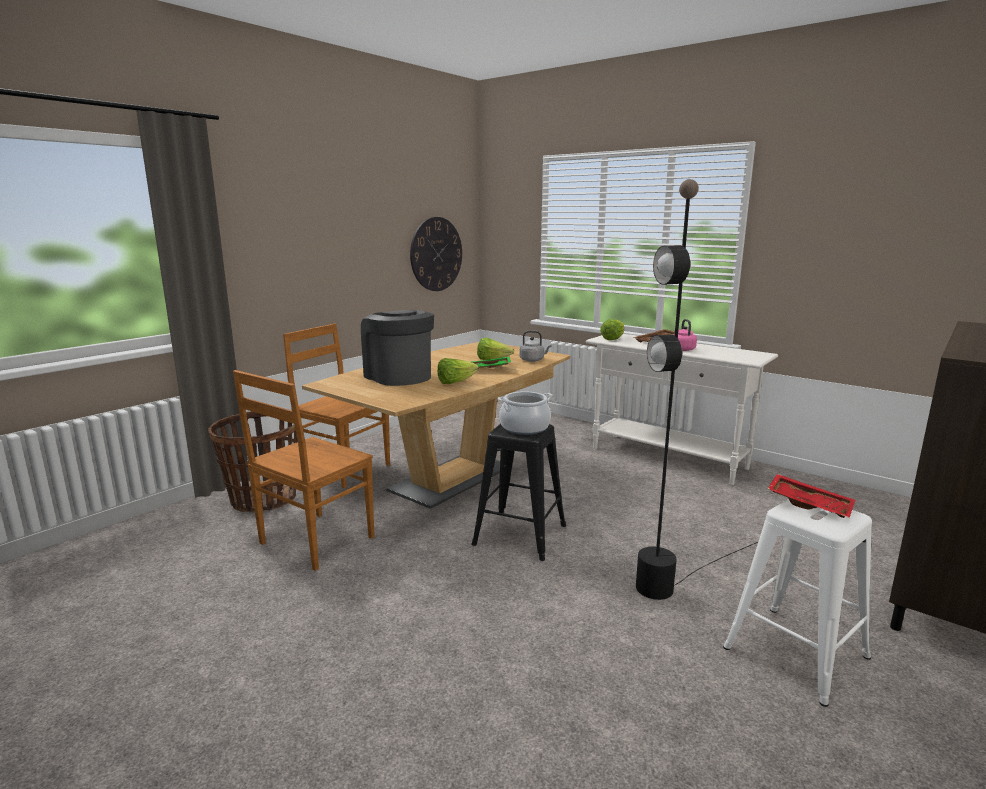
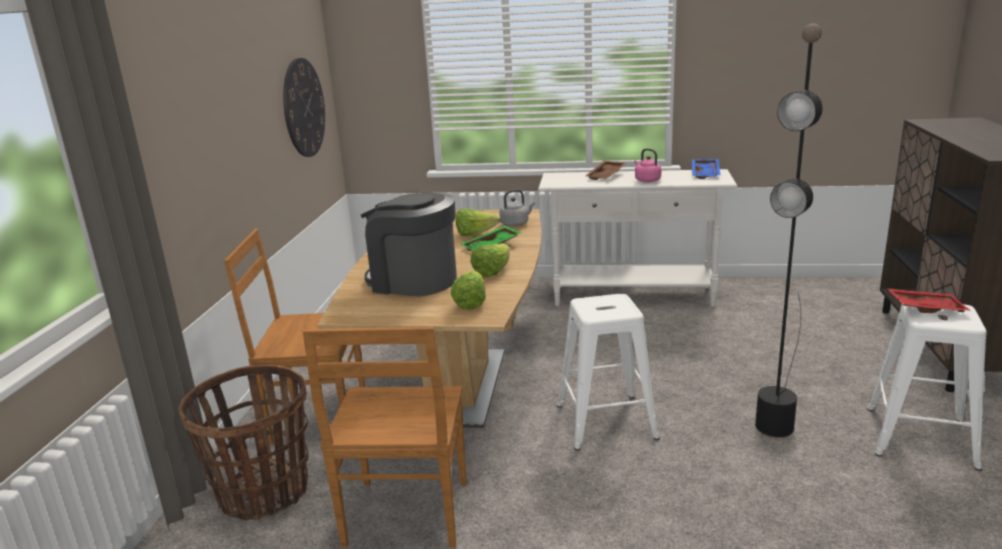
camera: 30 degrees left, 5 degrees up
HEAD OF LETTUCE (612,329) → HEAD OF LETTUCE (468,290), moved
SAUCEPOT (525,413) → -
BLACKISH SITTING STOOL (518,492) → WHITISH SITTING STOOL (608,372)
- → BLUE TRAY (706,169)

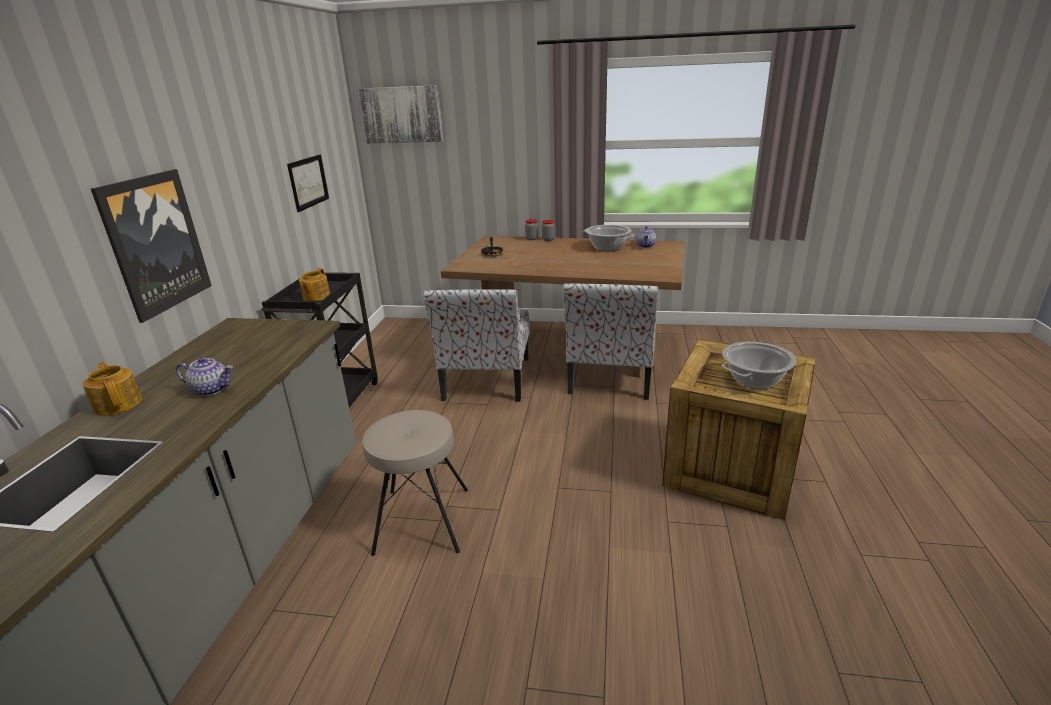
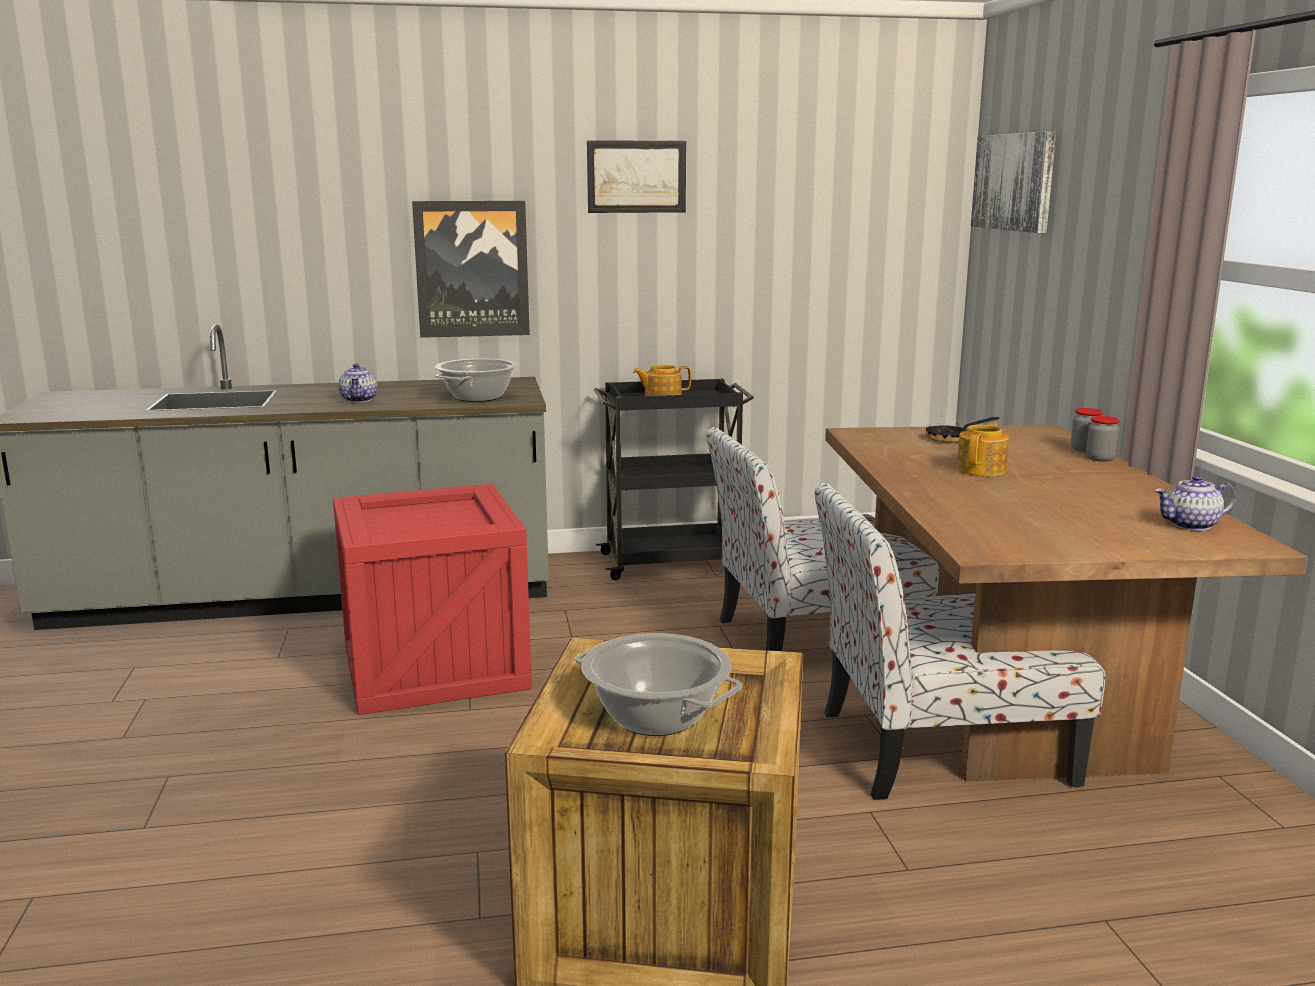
camera: 70 degrees right, 10 degrees down
WALL ART (308,183) → WALL ART (636,176), moved
SAUCEPOT (608,238) → SAUCEPOT (476,380), moved
TEA POT (112,389) → TEA POT (982,449), moved
BEIGE-COLOURED SITTING STOOL (415,483) → SHIPPING CRATE (432,599)

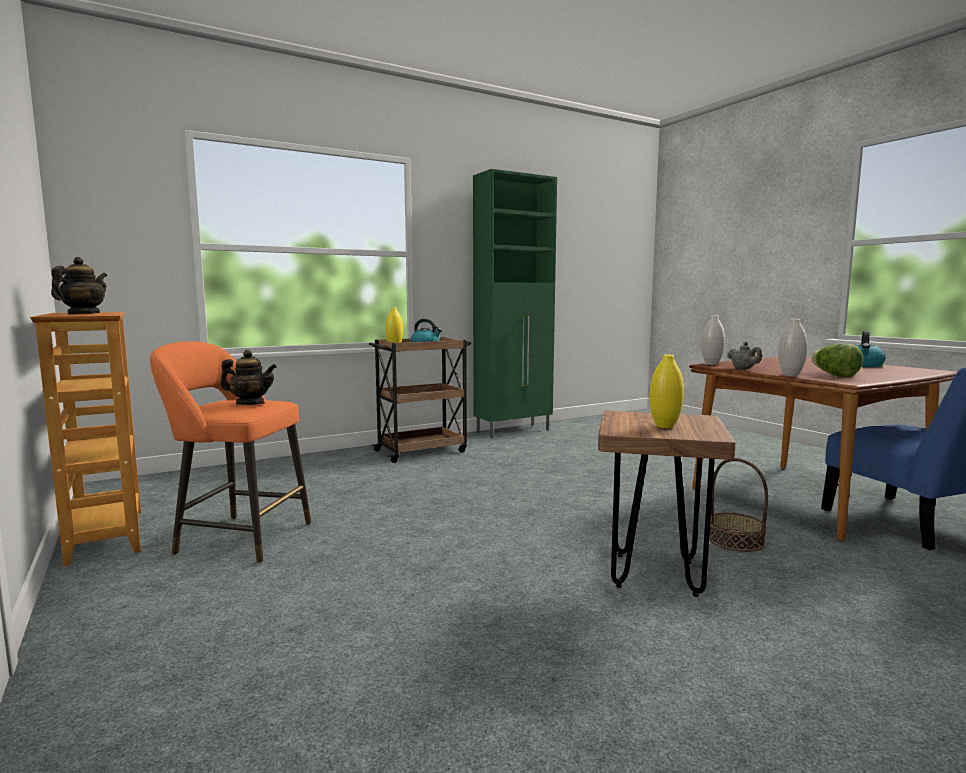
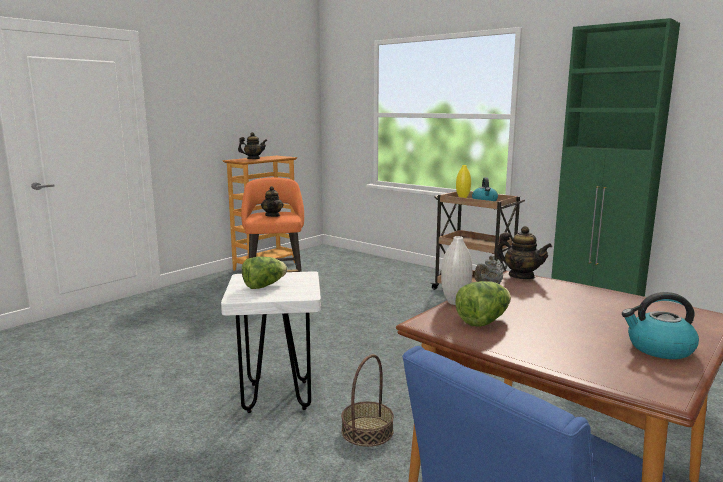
camera: 70 degrees right, 5 degrees up
WHITISH DECORATIVE VASE (713,340) → TEA POT (524,252)
YELLOW-COLOURED DECORATIVE VASE (666,391) → HEAD OF LETTUCE (264,272)
BROWNISH SITTING STOOL (667,504) → WHITISH SITTING STOOL (271,342)

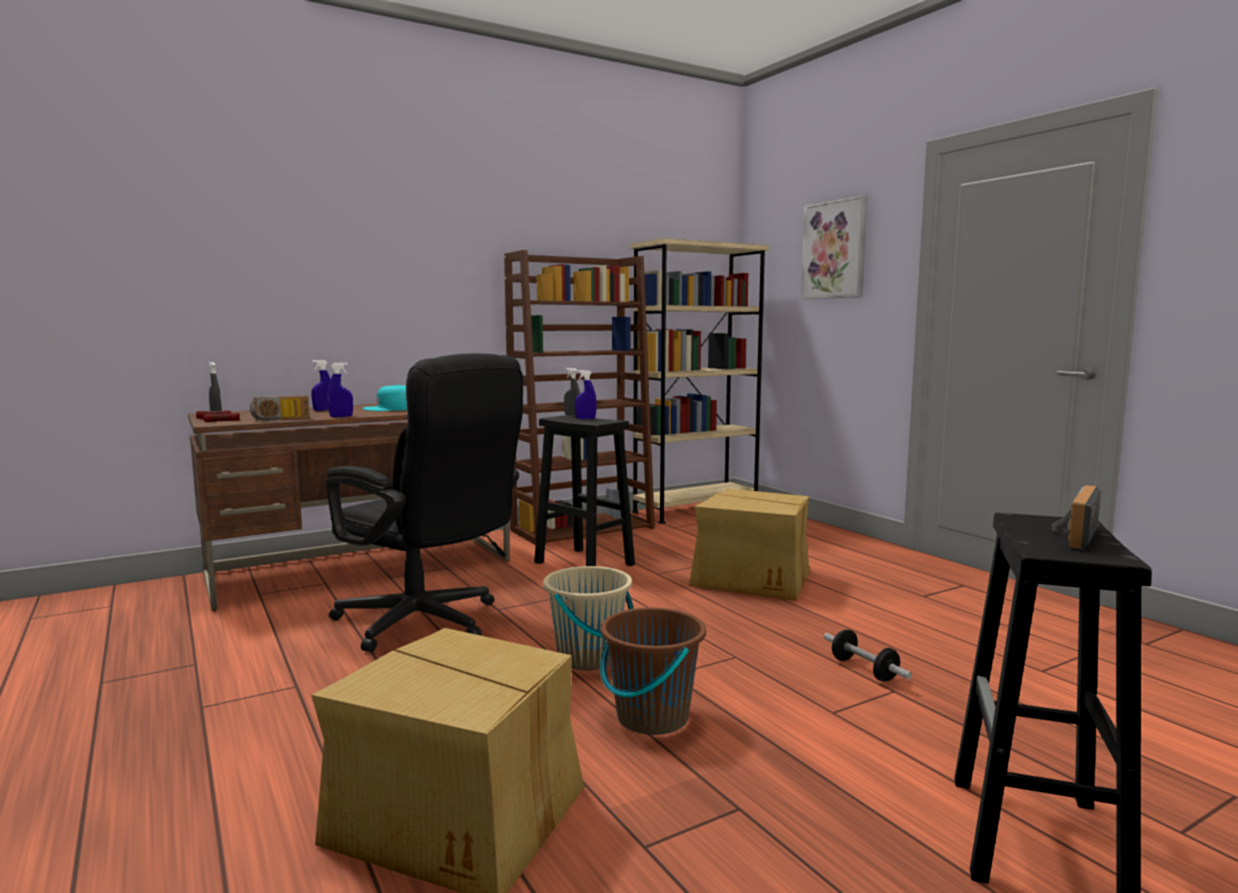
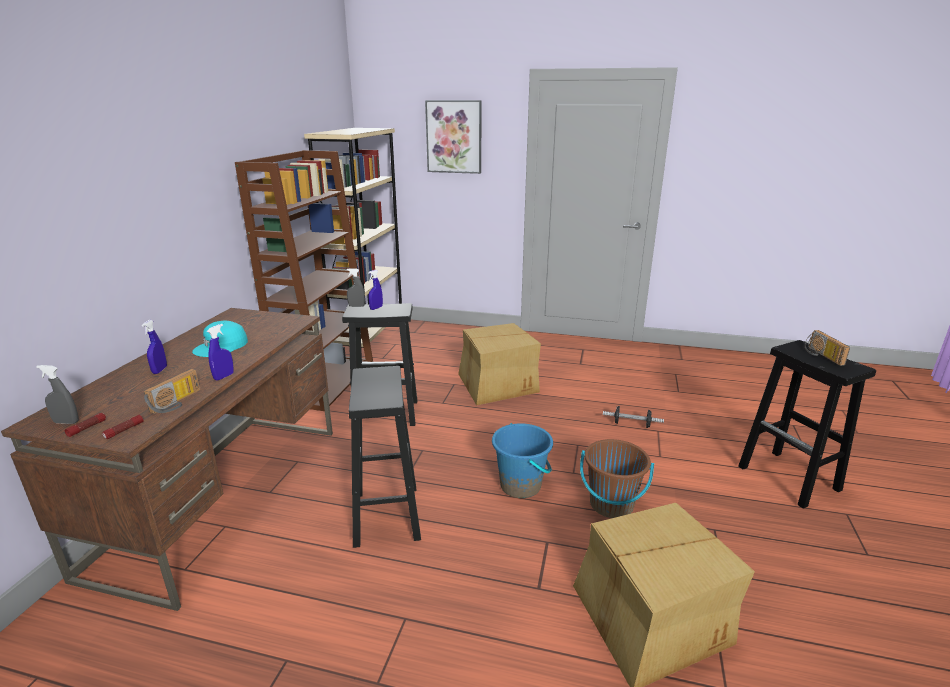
camera: 45 degrees left, 15 degrees up
BLACKISH OFFICE CHAIR (424,502) → BLACKISH SITTING STOOL (385,457)
BEIGE-COLOURED WATER BUCKET (588,618) → BLUE WATER BUCKET (522,460)

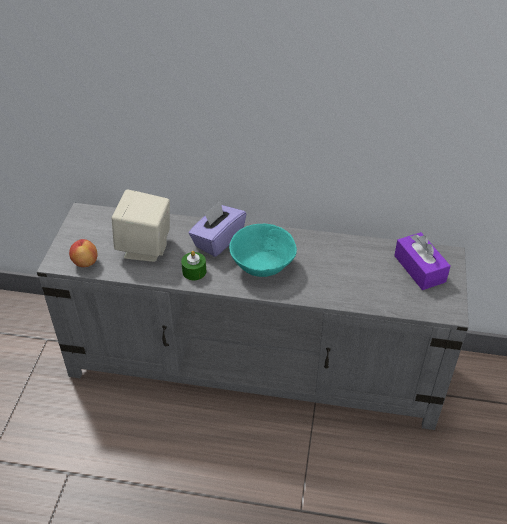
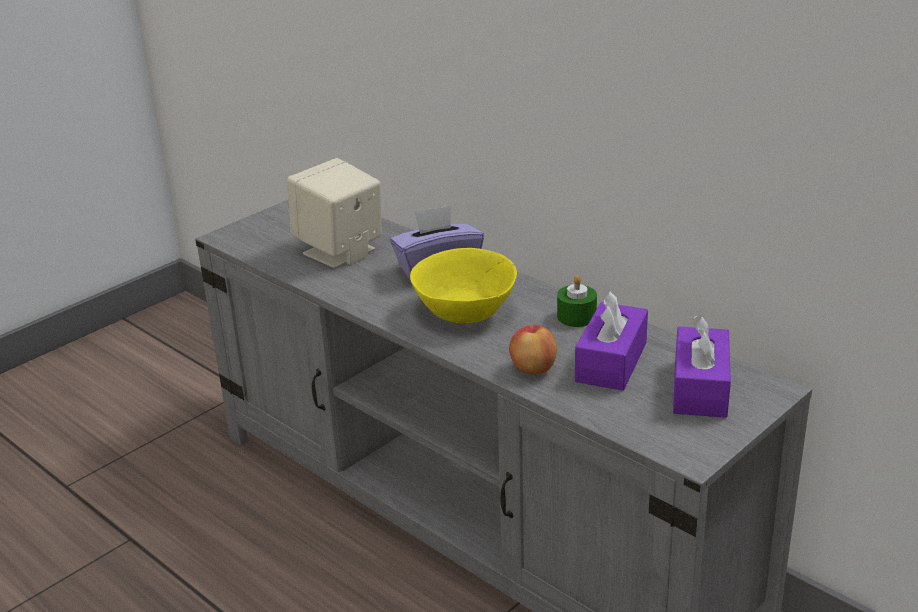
camera: 35 degrees right, 15 degrees down
TURQUOISE DEEP DISH (263,250) → YELLOW-COLOURED DEEP DISH (463,285)
WHOLE APPLE (83,253) → WHOLE APPLE (533,350), moved
GREENISH WAX CANDLE (193,265) → GREENISH WAX CANDLE (577,301), moved
- → PURPLE-COLOURED BOX OF TISSUES (611,341)

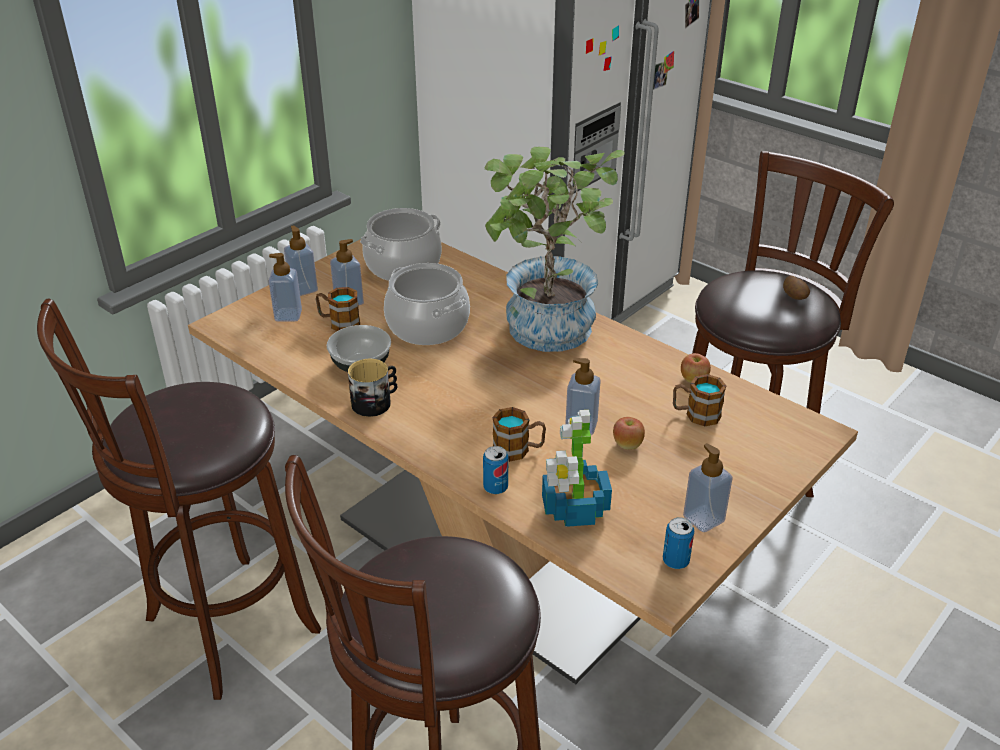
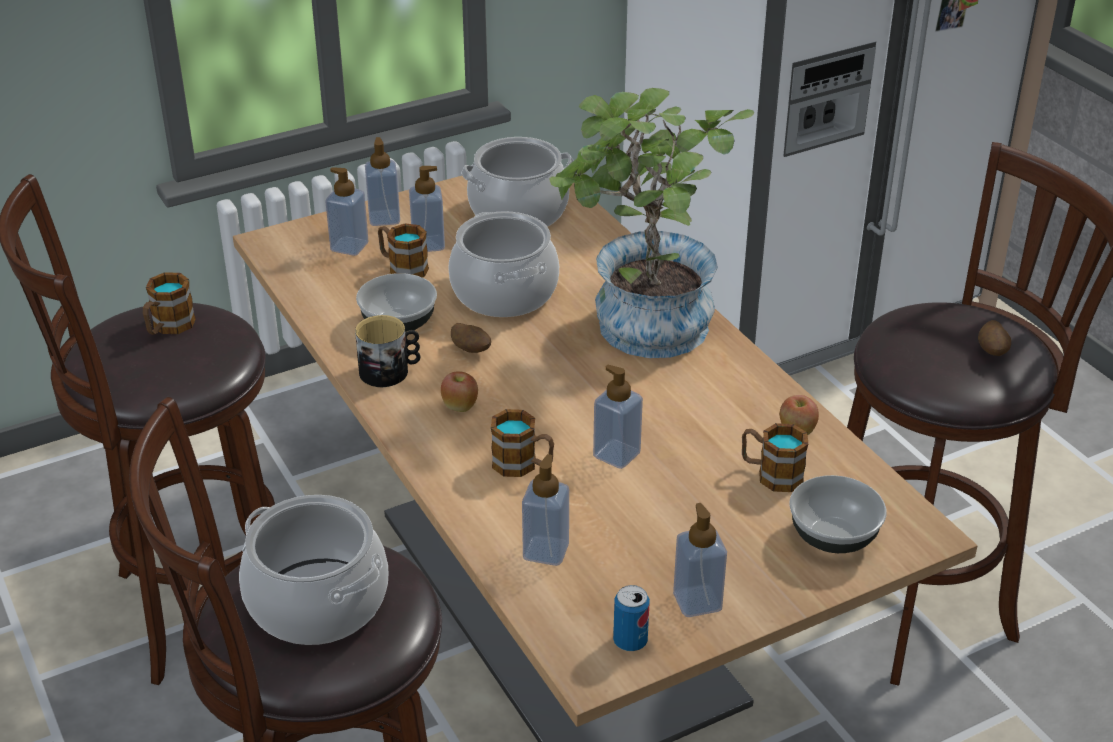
camera: 20 degrees right, 0 degrees up
PLANT IN A POT (577,468) → SOAP BOTTLE (545,510)
WHOLE APPLE (629,433) → WHOLE APPLE (459,391), moved
CAN (495,470) → -
- → MUG (169,303)
- → SPUD (471,338)
- → DEEP DISH (838,514)
- → SAUCEPOT (313,570)

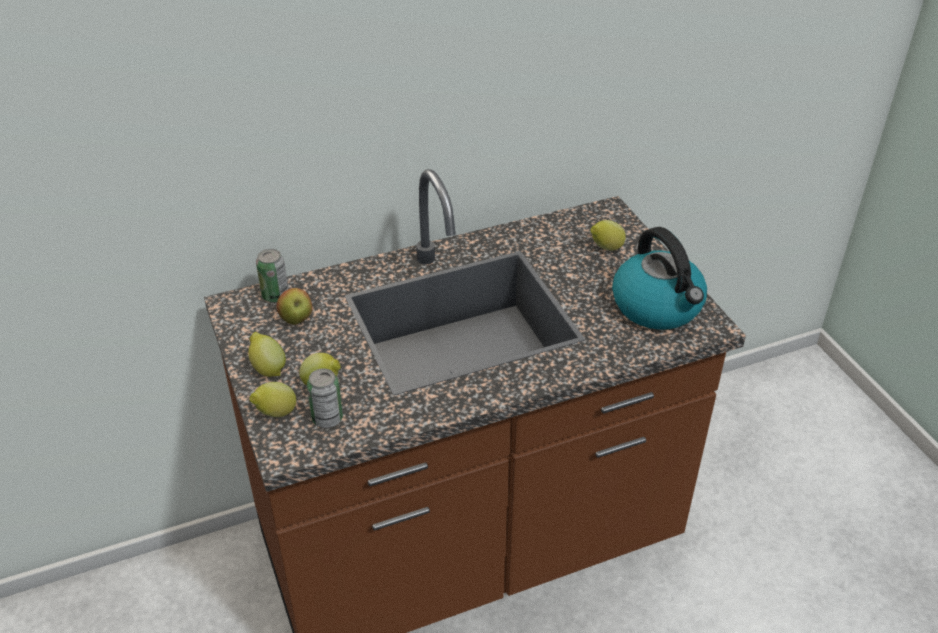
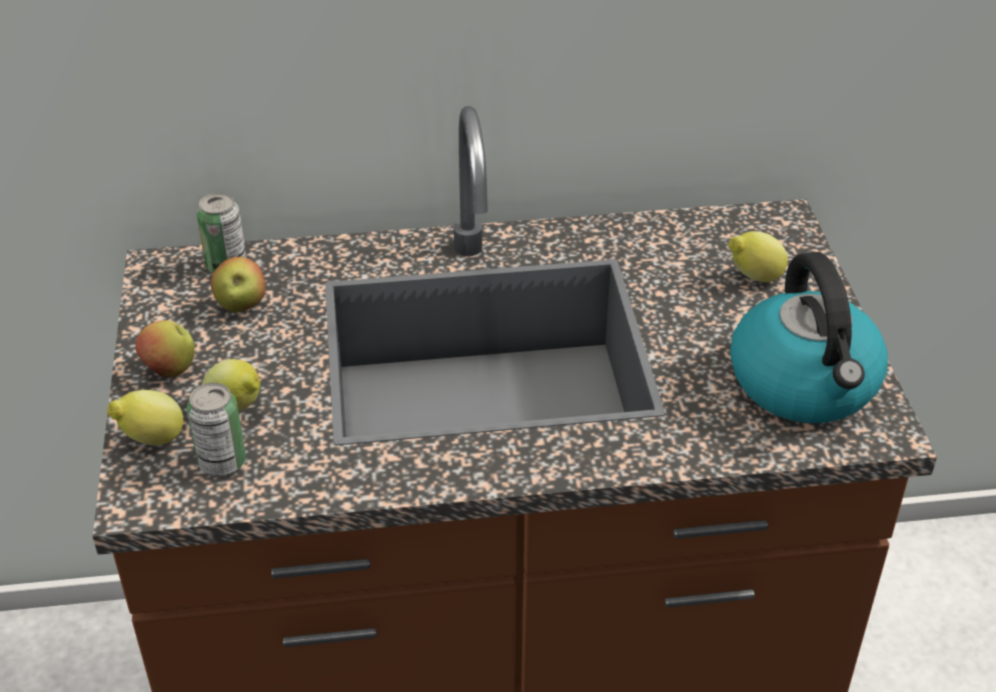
camera: 15 degrees right, 0 degrees up
LEMON (267,354) → WHOLE APPLE (165,348)

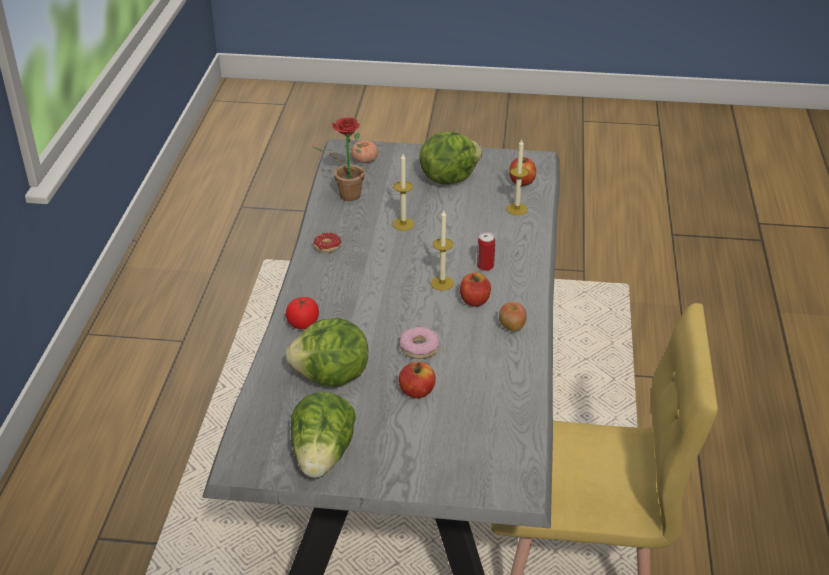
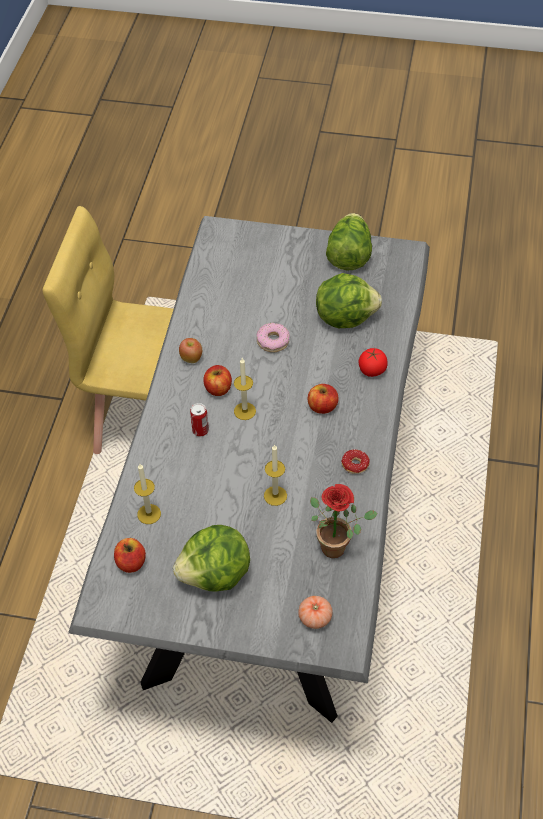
camera: 175 degrees left, 15 degrees up
WHOLE APPLE (417,380) → WHOLE APPLE (323,399), moved

